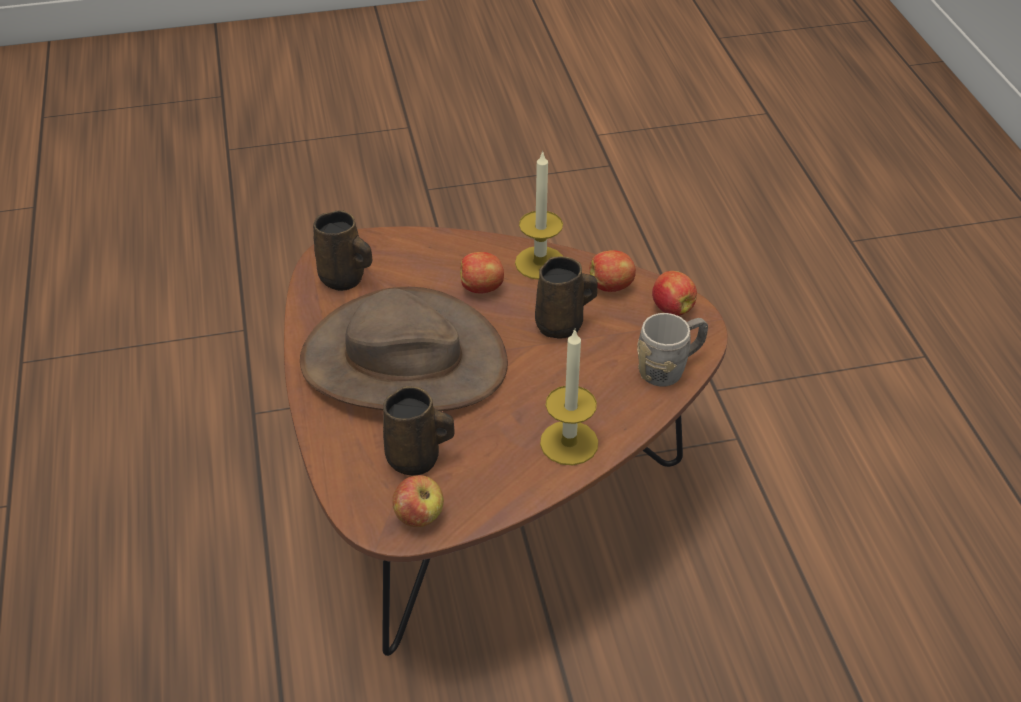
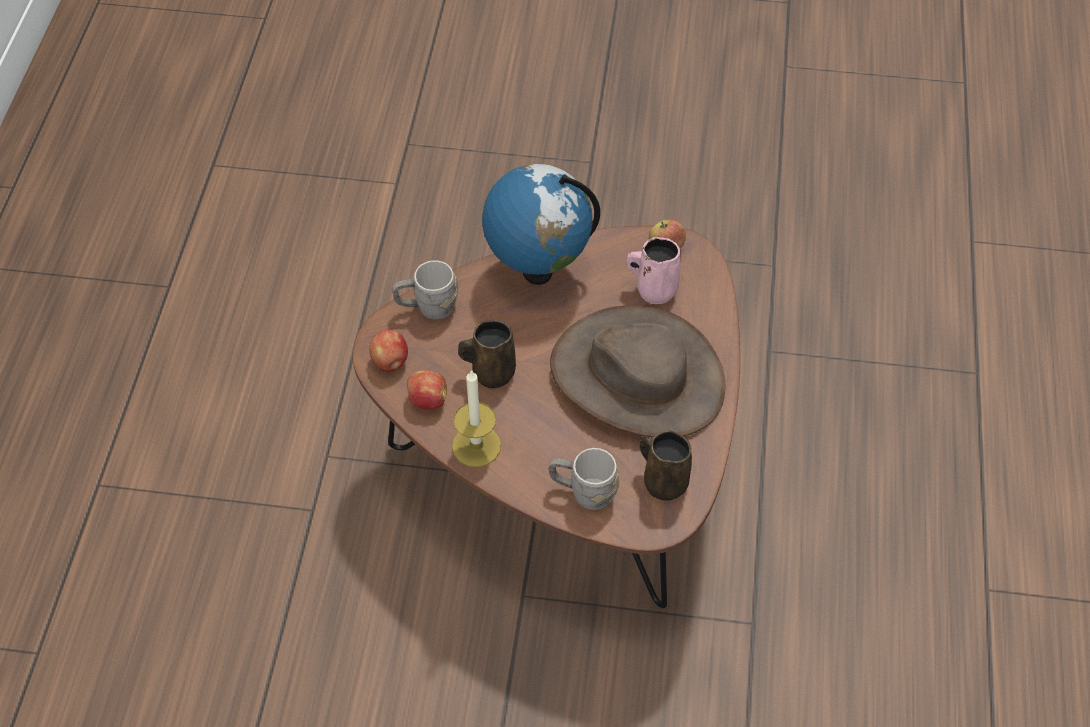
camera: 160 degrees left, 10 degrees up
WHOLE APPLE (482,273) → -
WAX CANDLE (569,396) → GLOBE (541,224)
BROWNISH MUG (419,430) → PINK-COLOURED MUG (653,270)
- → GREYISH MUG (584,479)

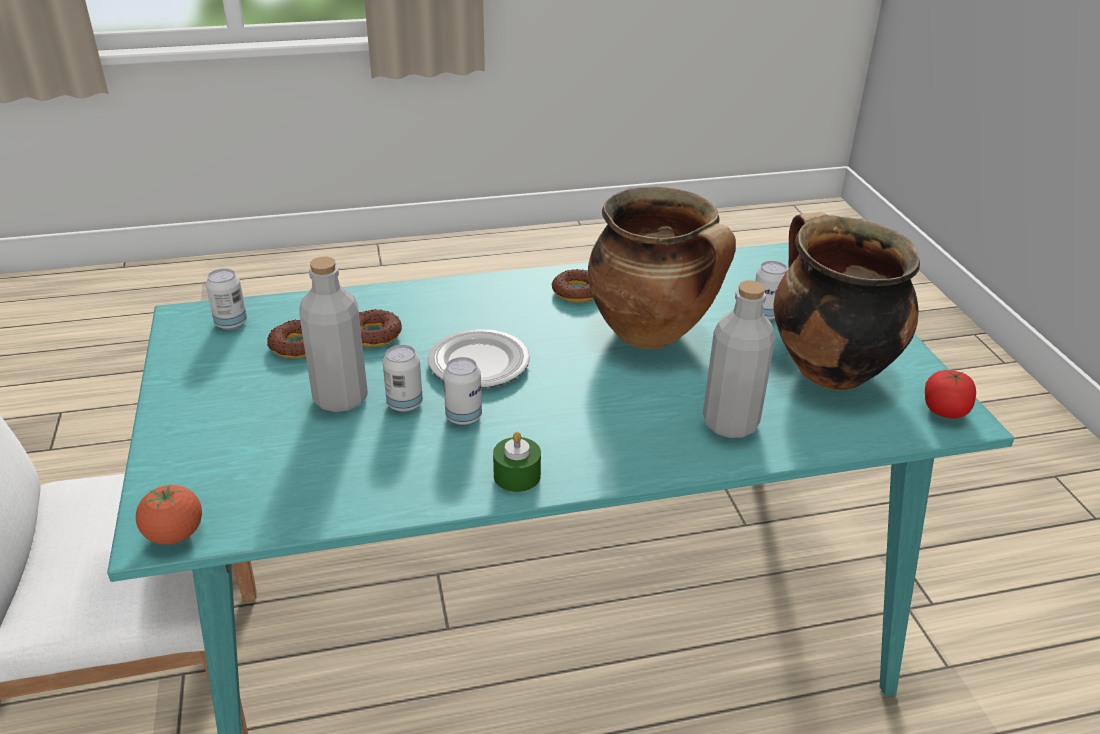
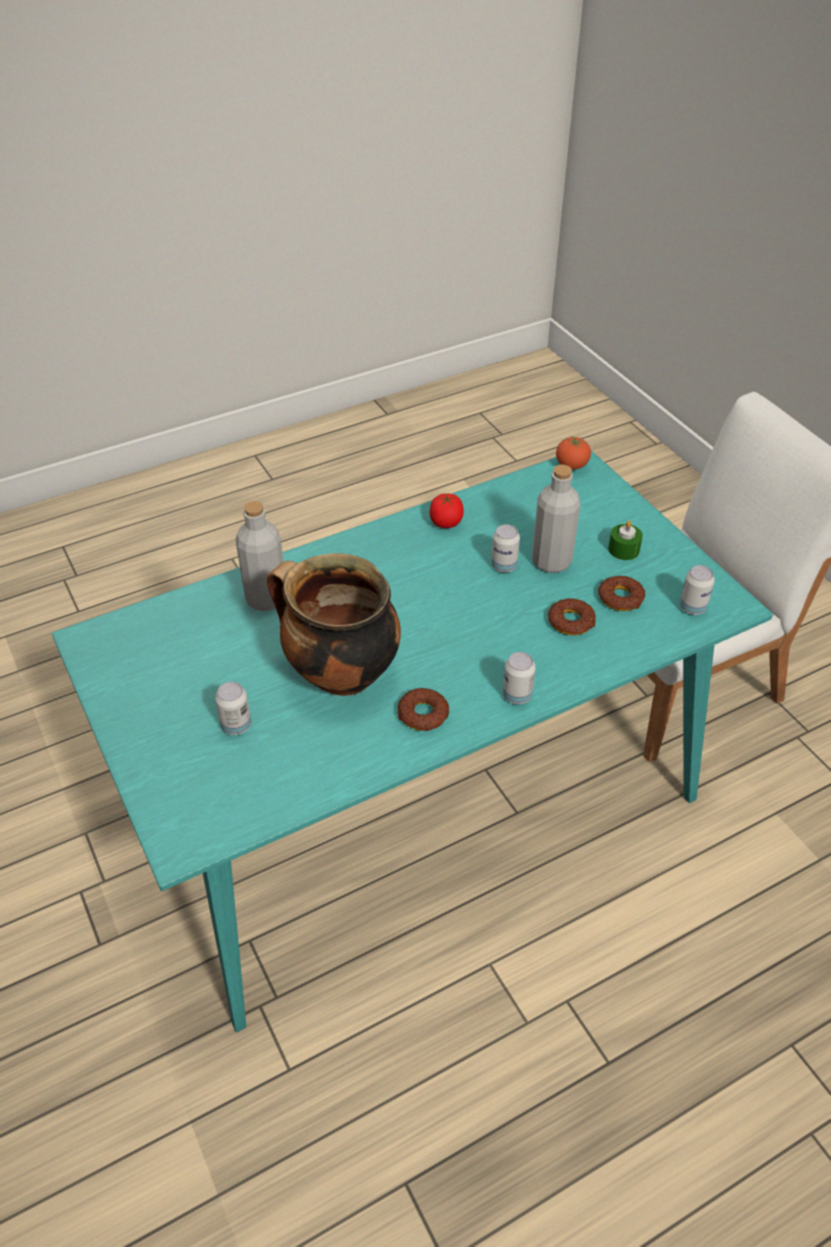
camera: 165 degrees right, 10 degrees up
SAUCEPOT (846,301) → -
DINNER PLATE (478,358) → -
CAN (462,391) → CAN (519,678), moved
TOMATO (950,393) → TOMATO (447,510), moved
GREENISH WAX CANDLE (517,462) → GREENISH WAX CANDLE (625,540), moved

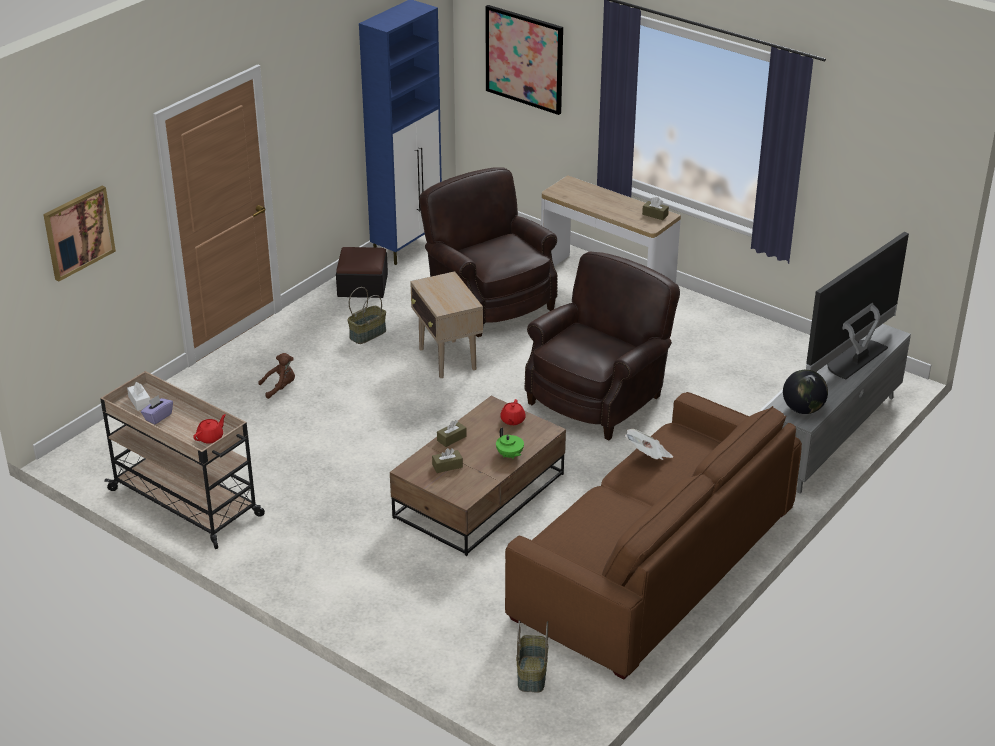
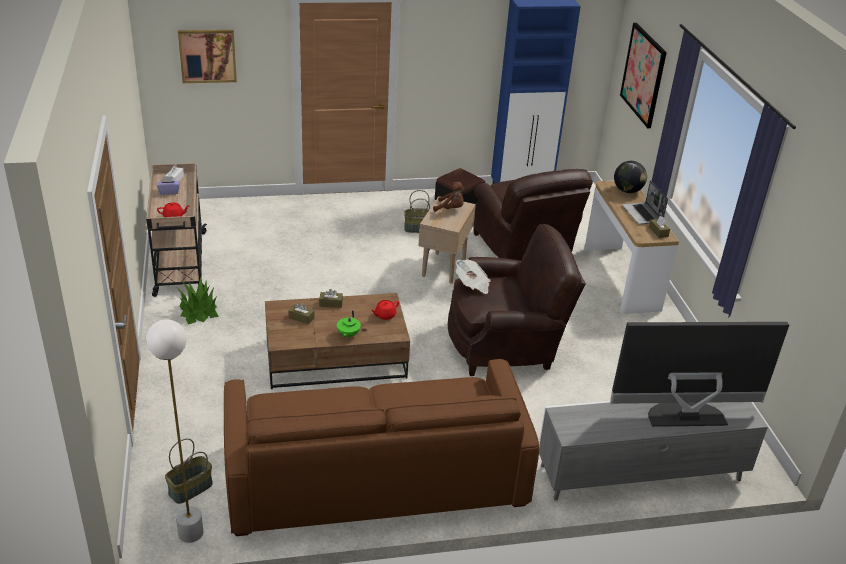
camera: 40 degrees right, 0 degrees up
BROWNISH ARMCHAIR (488,252) → BROWNISH ARMCHAIR (533,215), 150 degrees clockwise
BROWNISH PLUSH TOY (276,376) → BROWNISH PLUSH TOY (448,197), moved
GLOBE (805,392) → GLOBE (630,177), moved
PRINTED PAPER (649,444) → PRINTED PAPER (473,276), moved
- → LAPTOP (645,202)
- → PLANT IN A POT (198,300)
- → WHITISH STANDARD LAMP (174,431)

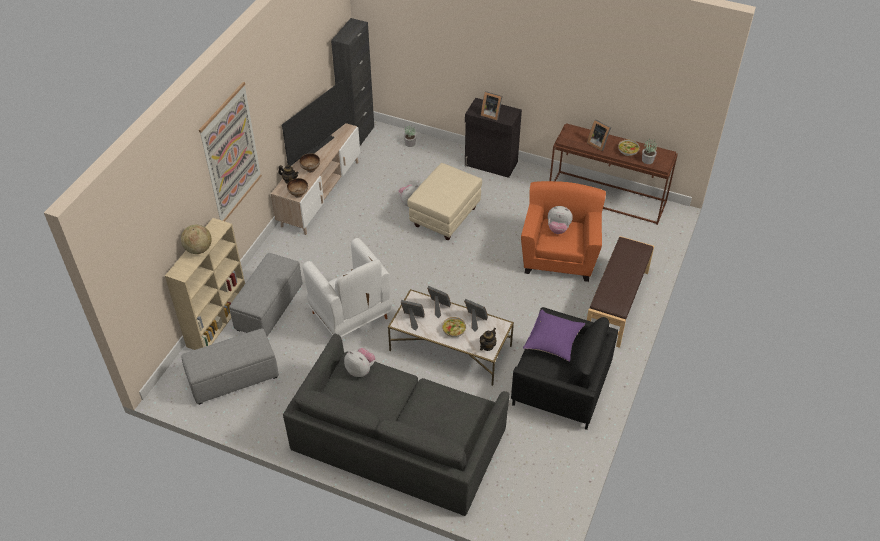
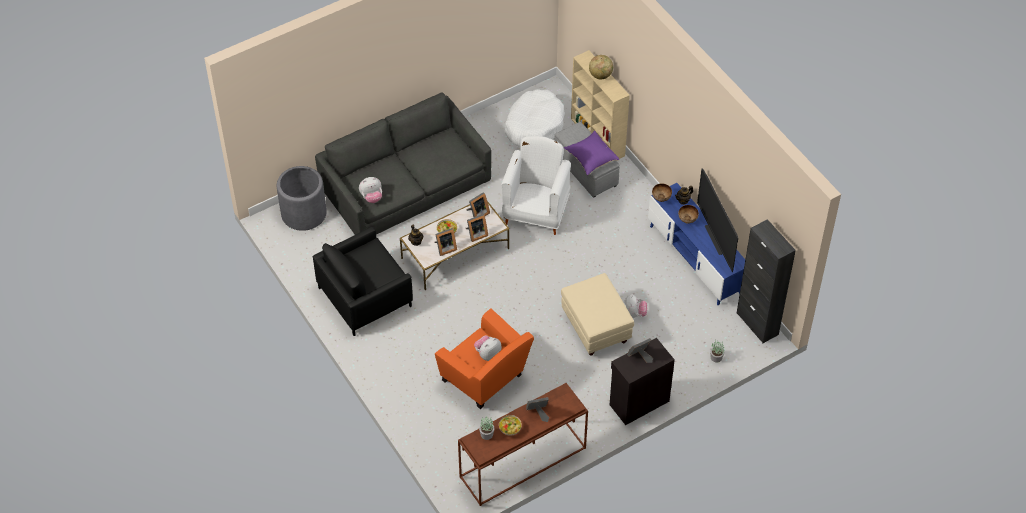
camera: 125 degrees right, 5 degrees up
WALL ART (230,151) → -
BEIGE-COLOURED TV UNIT (315,179) → BLUE TV UNIT (696,244)
BROWNISH BENCH (620,292) → -
WHITISH ARMCHAIR (347,287) → WHITISH ARMCHAIR (536,185), 105 degrees clockwise
PURPLE-COLOURED THROW PILLOW (554,336) → PURPLE-COLOURED THROW PILLOW (591,153), moved
GREYISH POUFFE (230,366) → WHITISH DOG BED (534,118)
PLUSH TOY (359,362) → PLUSH TOY (370,190), moved
- → GREYISH PLANT POT (302,198)

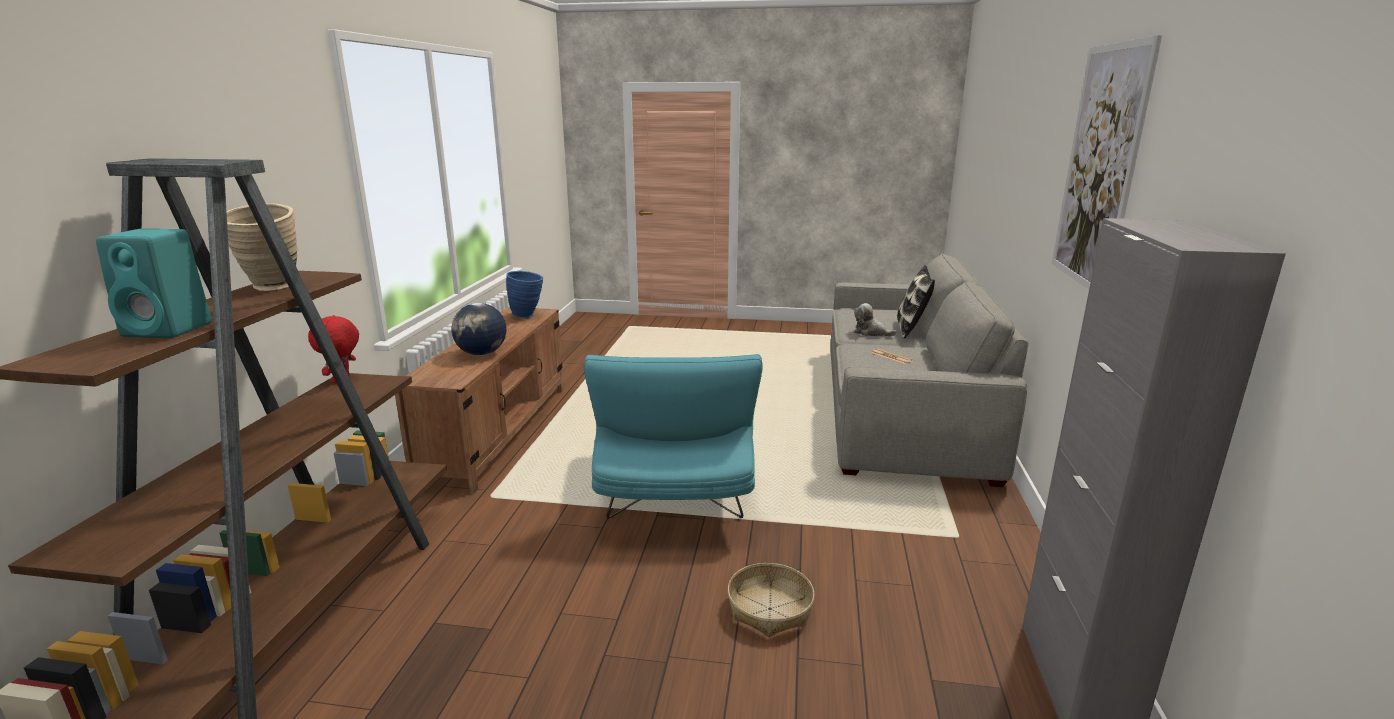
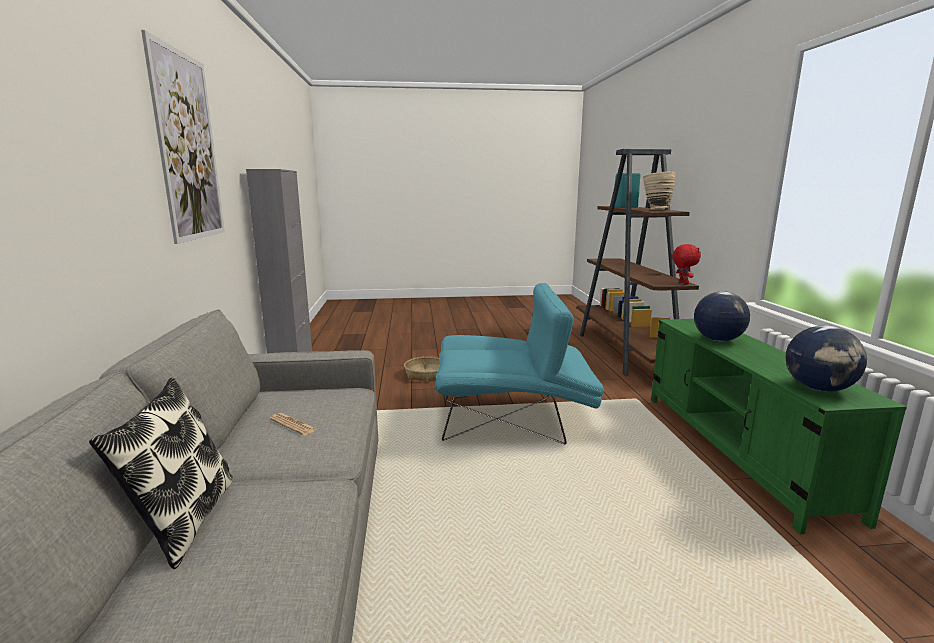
camera: 165 degrees right, 5 degrees down
BLUE DECORATIVE VASE (524,294) → GLOBE (826,358)
PLUSH TOY (875,319) → -
BROWNISH TV UNIT (479,400) → GREENISH TV UNIT (779,426)
TURQUOISE ARMCHAIR (673,436) → TURQUOISE ARMCHAIR (520,364), 105 degrees clockwise

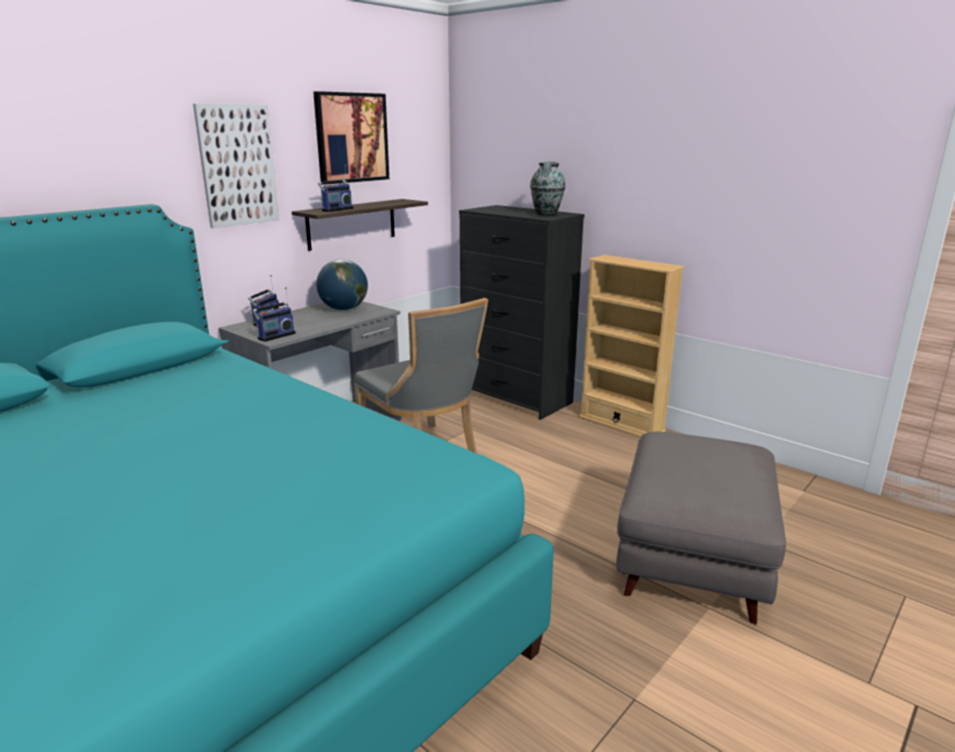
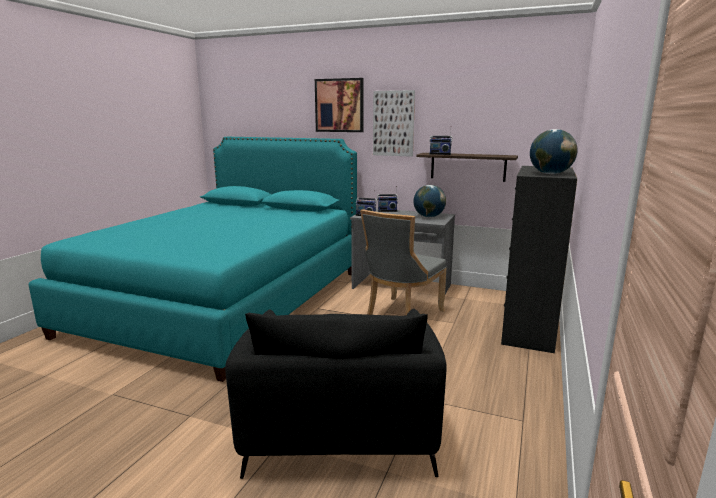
camera: 70 degrees right, 5 degrees down
WALL ART (351,138) → WALL ART (339,105), moved
DECORATIVE VASE (548,188) → GLOBE (554,151)
BEIGE-COLOURED BOOKSHELF (631,346) → -
GREYISH POUFFE (701,528) → BLACKISH ARMCHAIR (336,394)

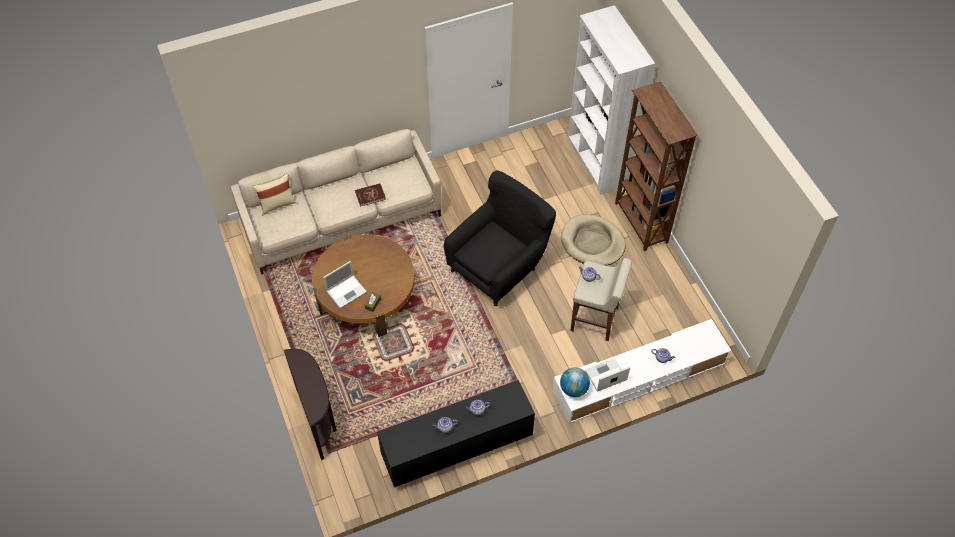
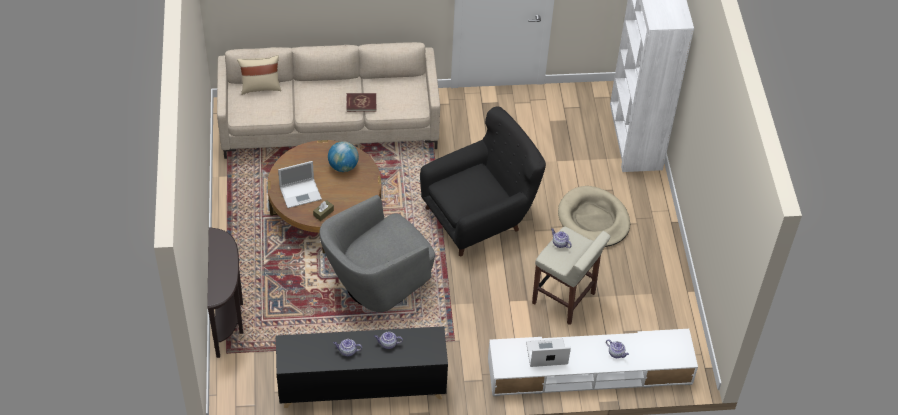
camera: 15 degrees right, 5 degrees down
BROWNISH BOOKSHELF (656,166) → -
GLOBE (575,382) → GLOBE (343,156), moved
- → GREYISH ARMCHAIR (377,253)

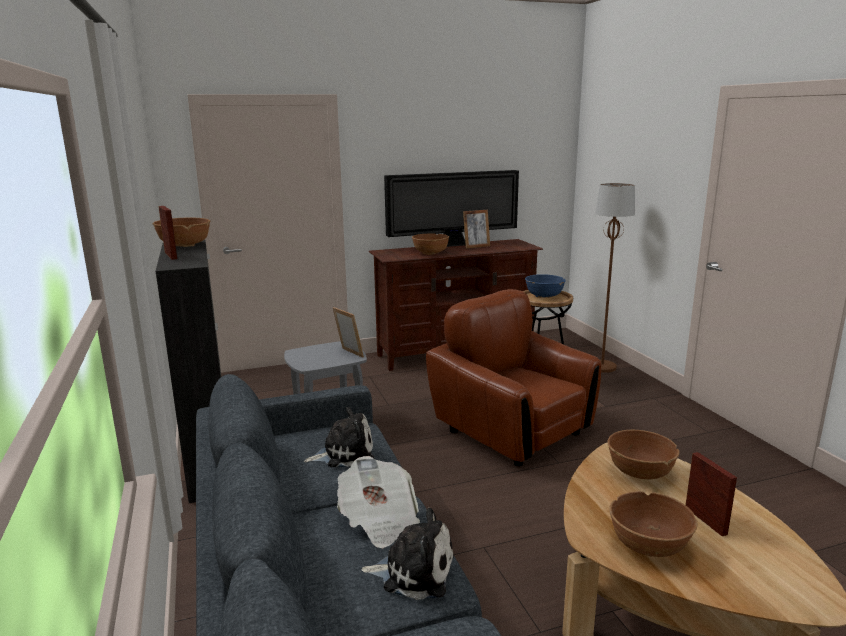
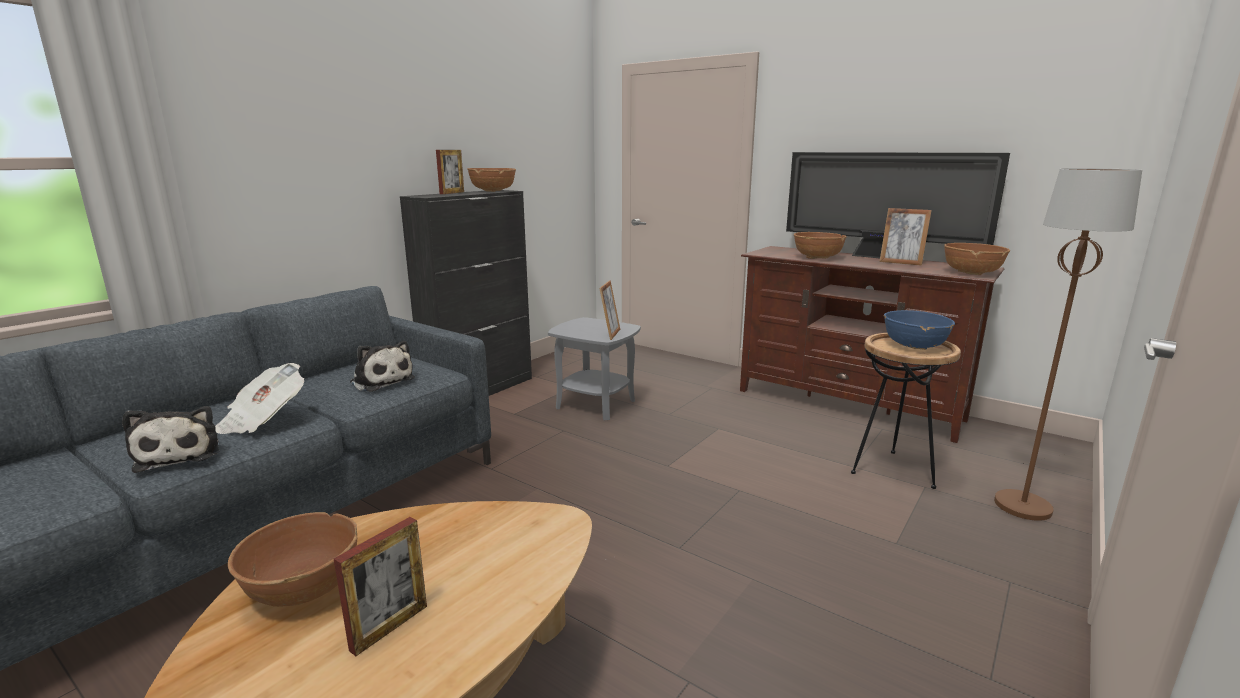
camera: 55 degrees right, 0 degrees up
BROWNISH ARMCHAIR (513,377) → -
BROWNISH DEEP DISH (643,454) → BROWNISH DEEP DISH (977,259), moved

